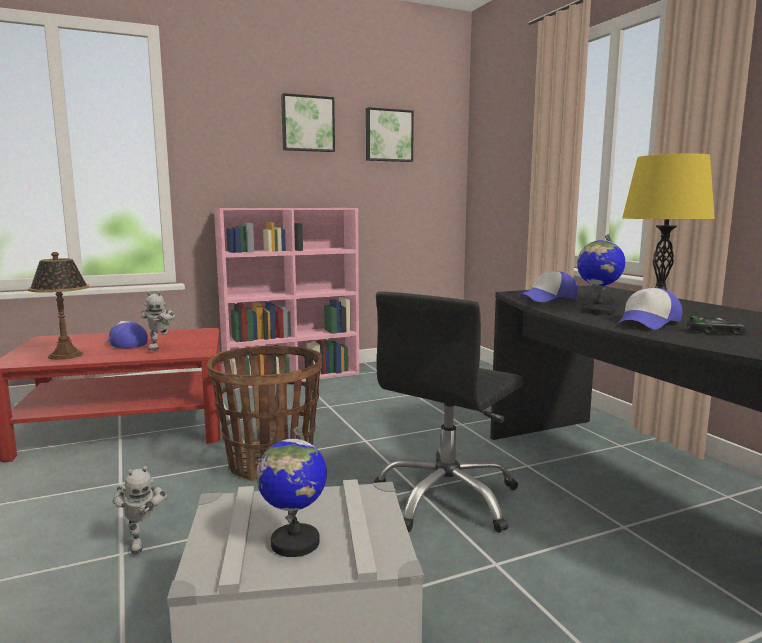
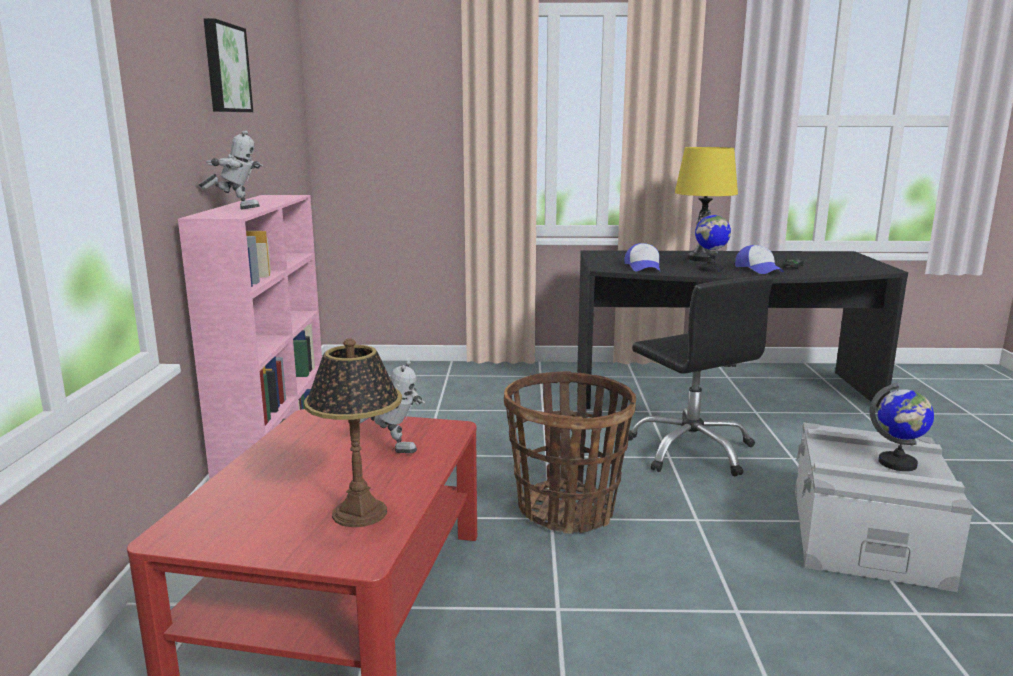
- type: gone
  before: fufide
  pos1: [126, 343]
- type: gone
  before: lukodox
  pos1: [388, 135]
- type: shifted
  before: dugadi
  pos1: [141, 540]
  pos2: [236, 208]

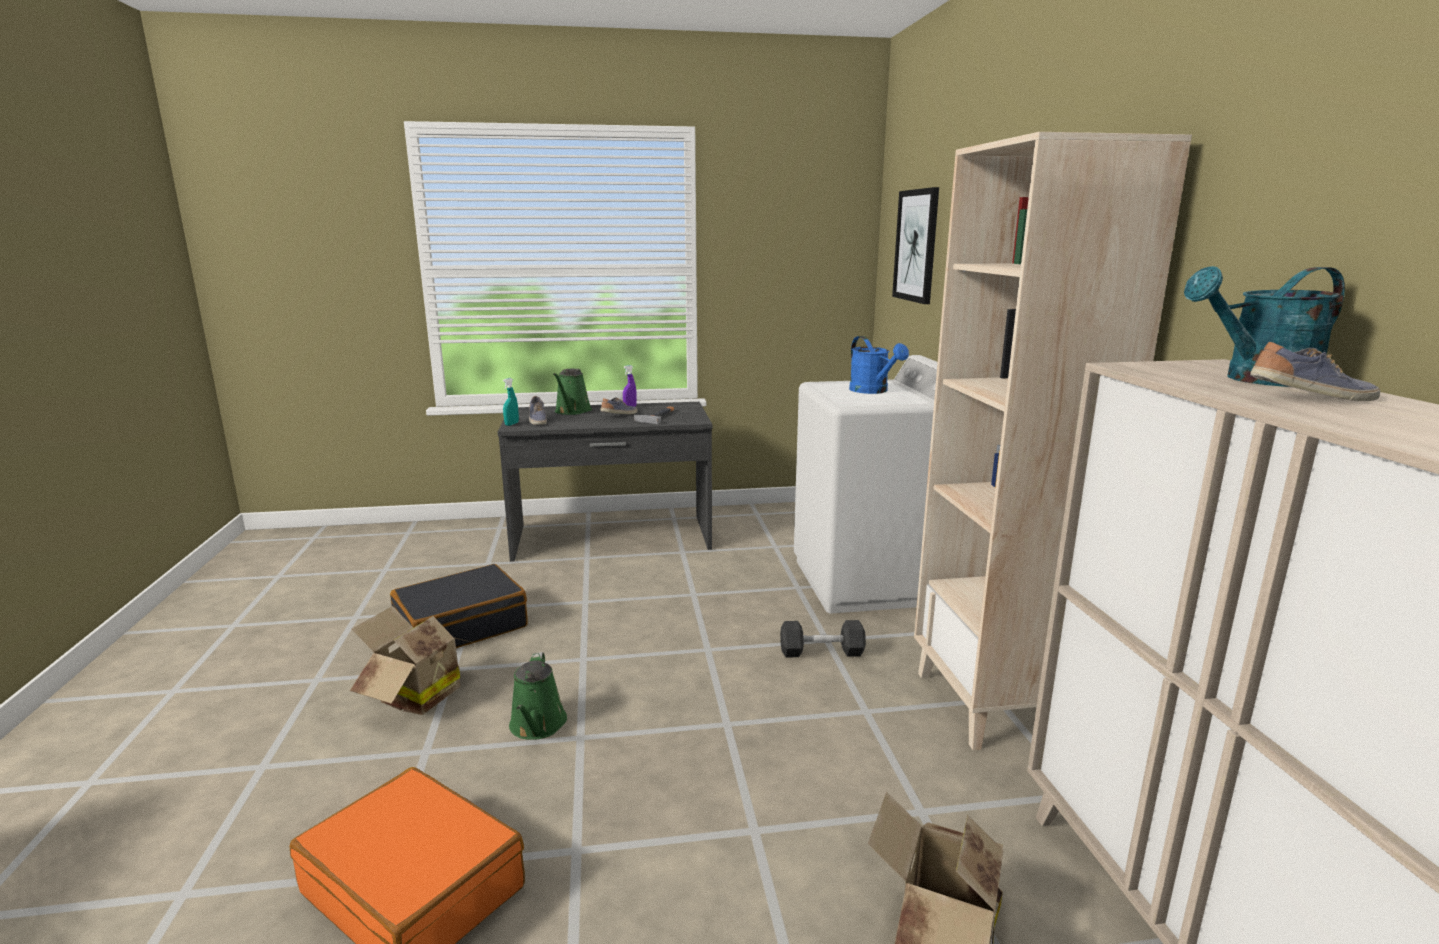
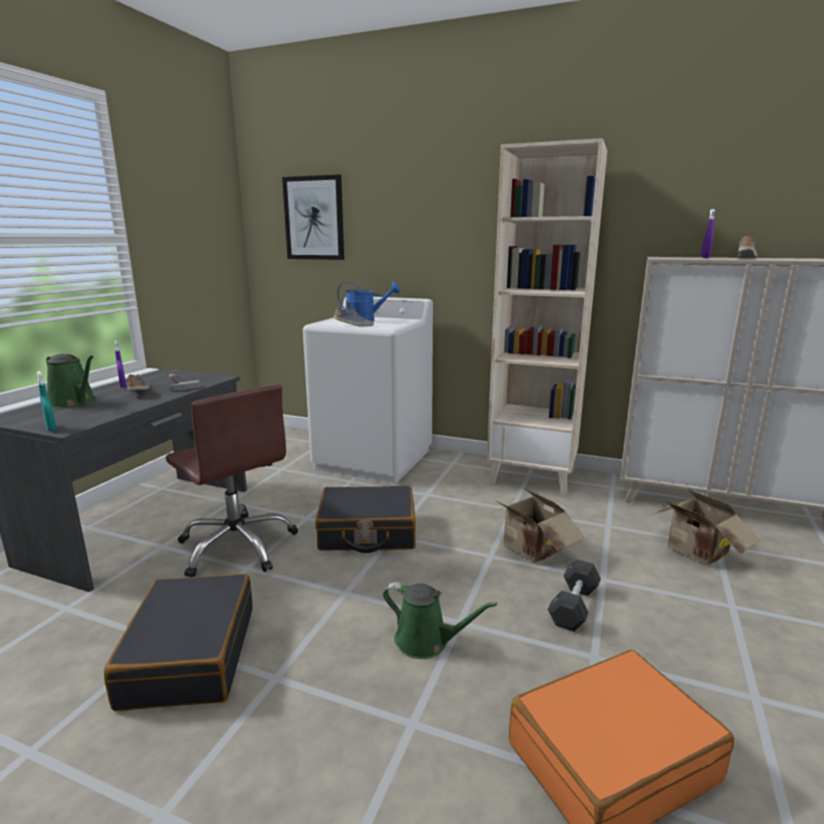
- type: new
  after: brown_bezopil
  pos2: [237, 546]
- type: new
  after: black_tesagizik
  pos2: [367, 532]
- type: shifted
  before: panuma
  pos1: [415, 696]
  pos2: [530, 551]
- type: shifted
  before: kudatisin
  pos1: [537, 420]
  pos2: [353, 325]
- type: shifted
  before: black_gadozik
  pos1: [821, 652]
  pos2: [574, 606]
- type: swapped
  before: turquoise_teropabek
  after: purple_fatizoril
  pos1: [1259, 380]
  pos2: [705, 257]

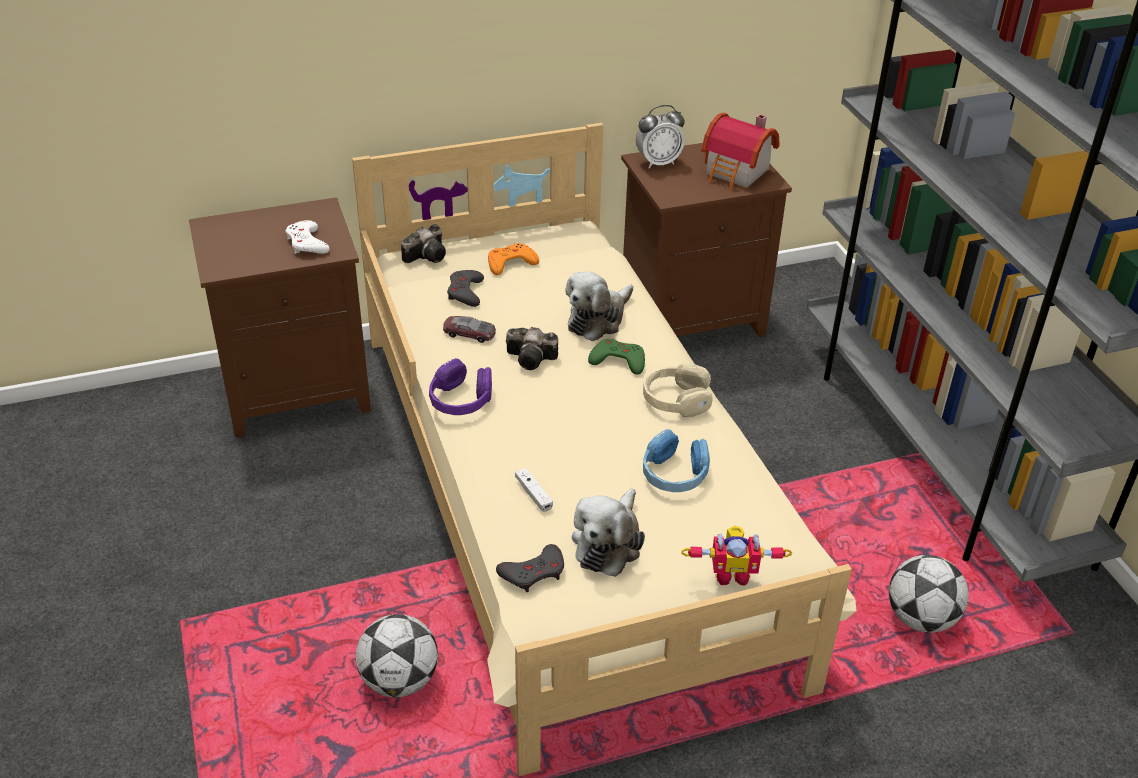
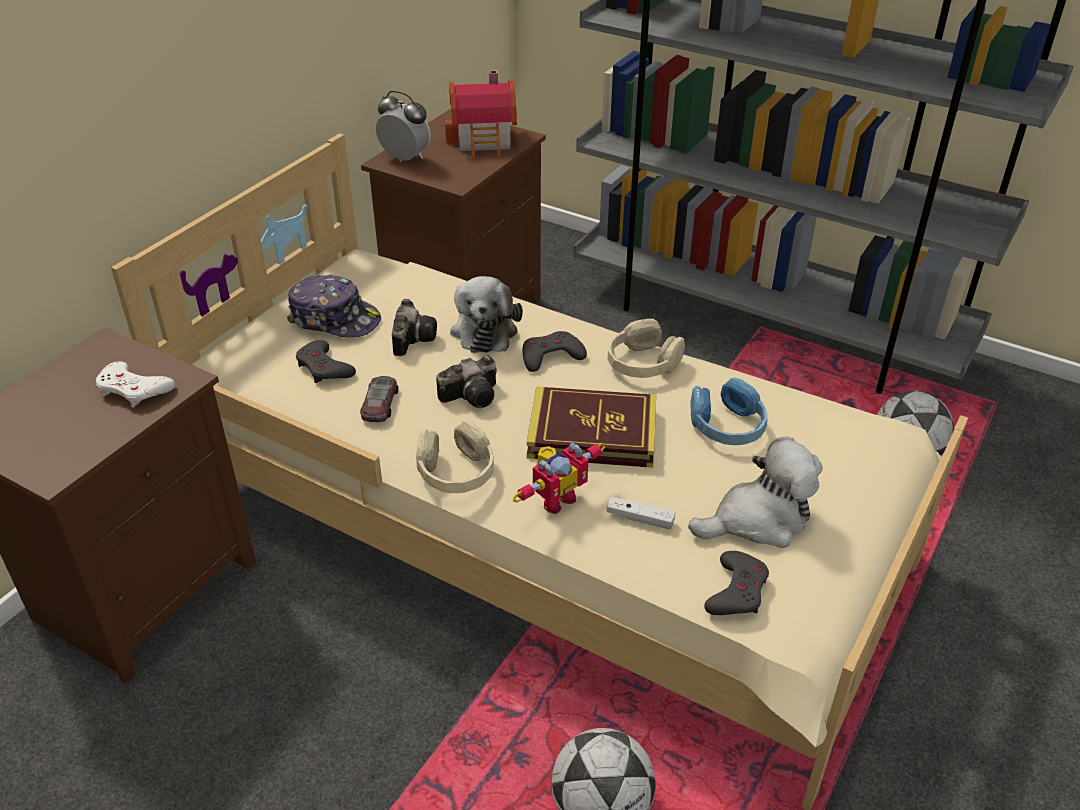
- type: new
  after: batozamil
  pos2: [592, 433]
- type: shifted
  before: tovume
  pos1: [428, 255]
  pos2: [412, 338]
- type: shifted
  before: dugadi
  pos1: [732, 573]
  pos2: [555, 498]
- type: swapped
  before: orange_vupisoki
  after: fufide
  pos1: [511, 263]
  pos2: [335, 319]
- type: repainted
  before: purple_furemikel
  after: beige_furemikel
  pos1: [461, 400]
  pos2: [456, 472]
- type: repainted
  before: green_vupisoki
  after: grey_vupisoki
  pos1: [618, 361]
  pos2: [551, 356]
- type: rotated
  before: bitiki
  pos1: [469, 333]
  pos2: [379, 404]
  turn: -60
- type: rotated
  before: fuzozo
  pos1: [608, 543]
  pos2: [758, 520]
  turn: -90
- type: rotated
  before: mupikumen
  pos1: [658, 162]
  pos2: [405, 158]
  turn: -90

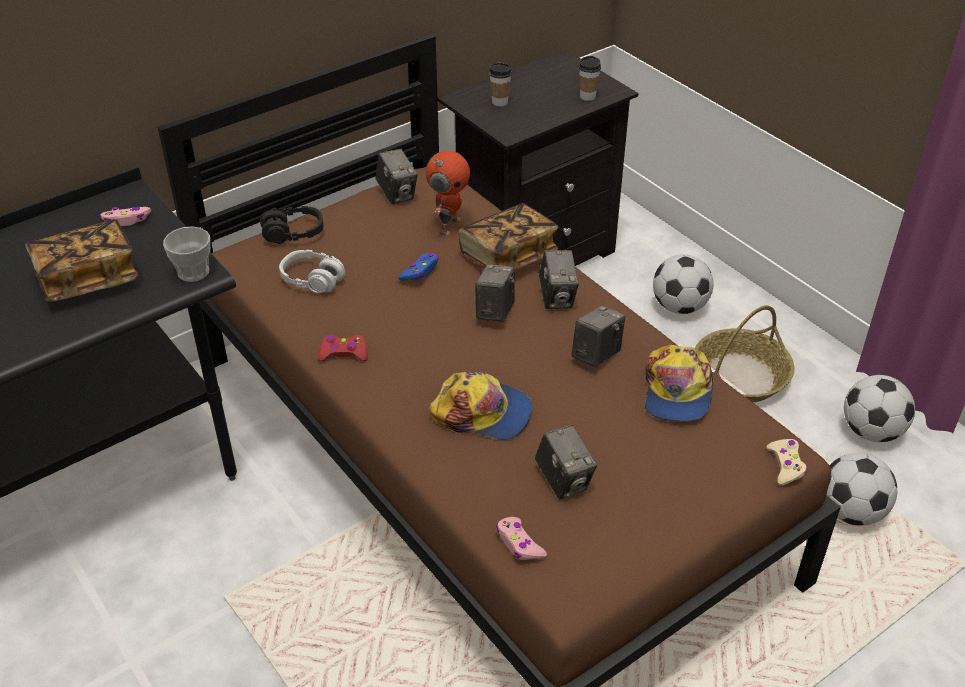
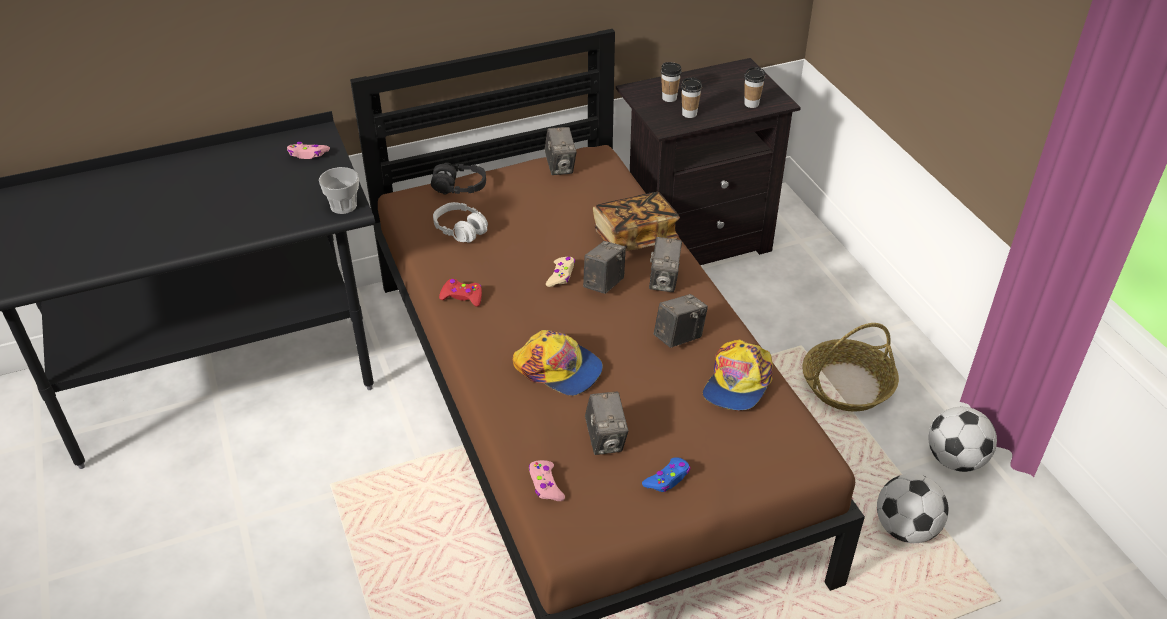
- type: gone
  before: batozamil
  pos1: [88, 279]
- type: gone
  before: dugadi
  pos1: [448, 226]
- type: gone
  before: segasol
  pos1: [679, 307]
- type: new
  after: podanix
  pos2: [689, 114]
- type: shifted
  before: blue_vupisoki
  pos1: [420, 271]
  pos2: [667, 479]
- type: shifted
  before: beige_vupisoki
  pos1: [786, 465]
  pos2: [561, 275]

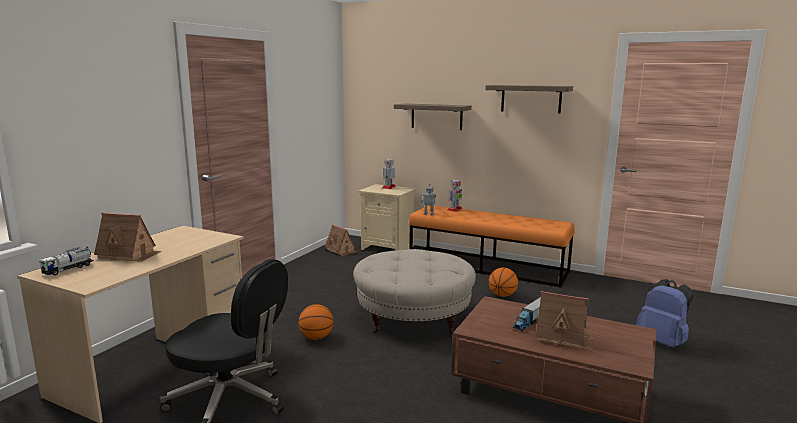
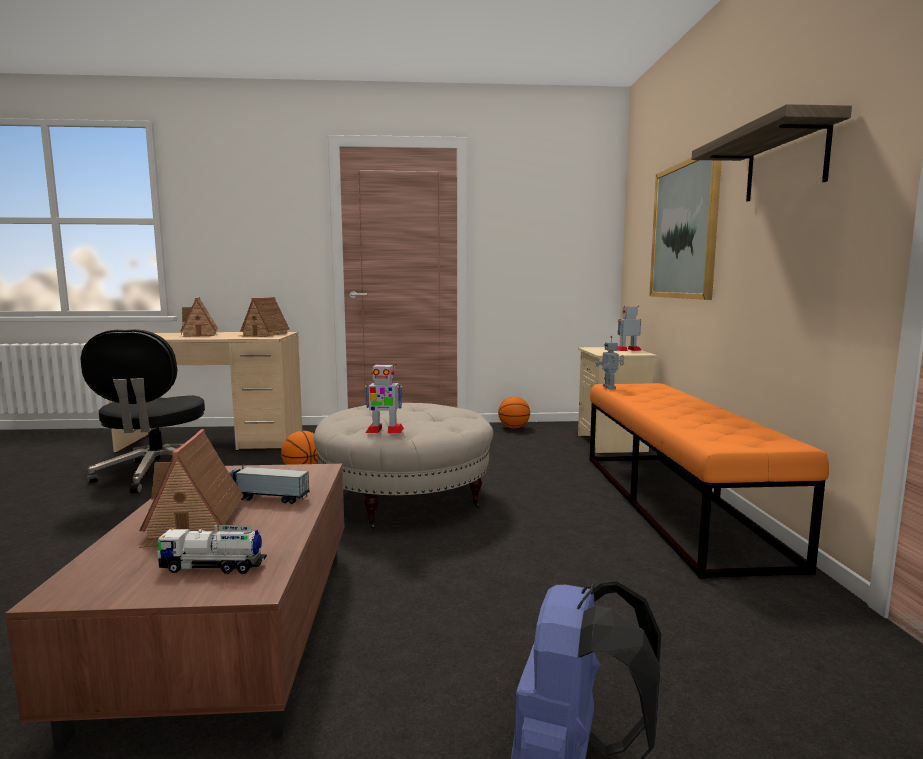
- type: shifted
  before: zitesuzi
  pos1: [68, 269]
  pos2: [213, 567]
- type: shifted
  before: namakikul
  pos1: [341, 250]
  pos2: [264, 334]
- type: shifted
  before: dugadi
  pos1: [454, 209]
  pos2: [384, 430]
- type: shifted
  before: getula
  pos1: [502, 295]
  pos2: [513, 427]
- type: swapped
  before: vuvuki
  after: lukodox
  pos1: [436, 116]
  pos2: [684, 231]

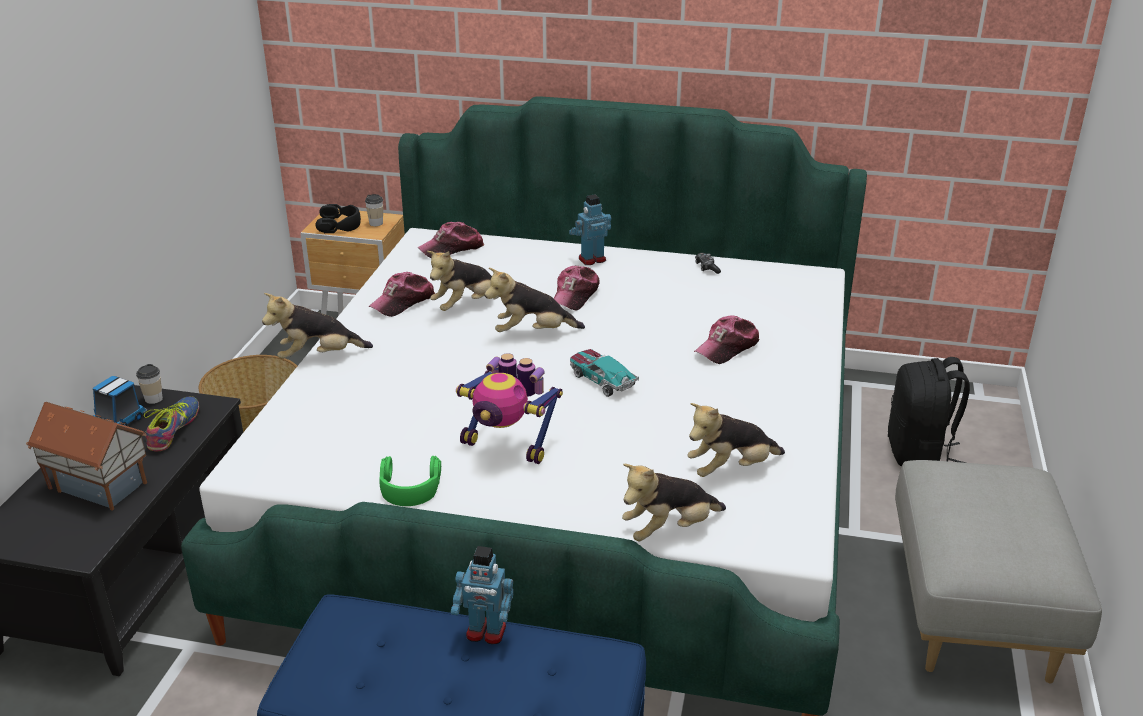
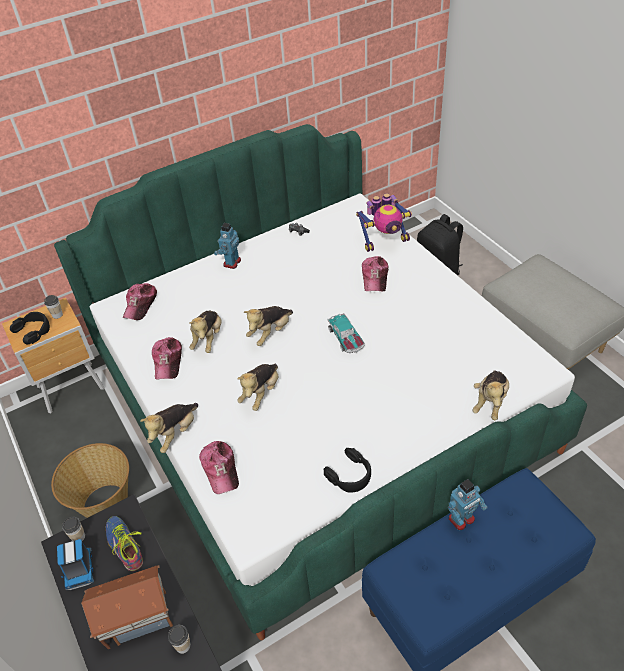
- type: new
  after: podanix
  pos2: [183, 646]
- type: shifted
  before: dugadi
  pos1: [508, 445]
  pos2: [385, 241]
- type: shifted
  before: fufide
  pos1: [575, 296]
  pos2: [220, 469]
- type: shifted
  before: fuzozo
  pos1: [731, 469]
  pos2: [261, 393]
- type: repainted
  before: green_furemikel
  after: black_furemikel
  pos1: [410, 487]
  pos2: [350, 475]
- type: rotated
  before: bitiki
  pos1: [602, 380]
  pos2: [346, 338]
  turn: -120

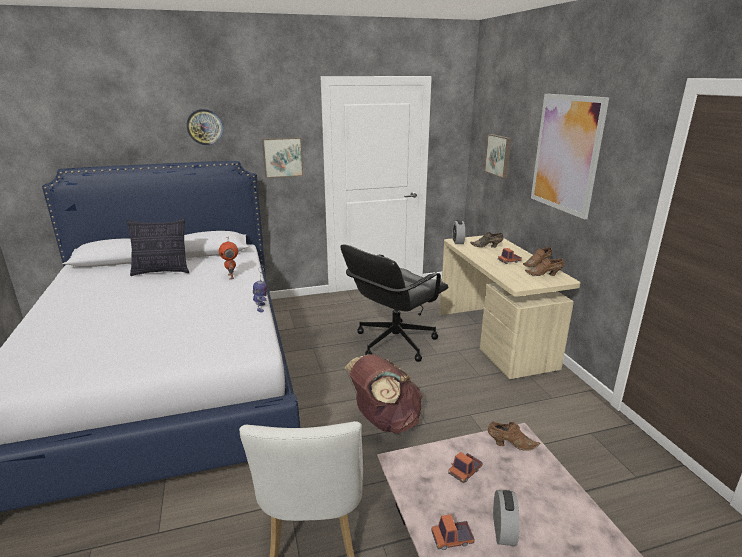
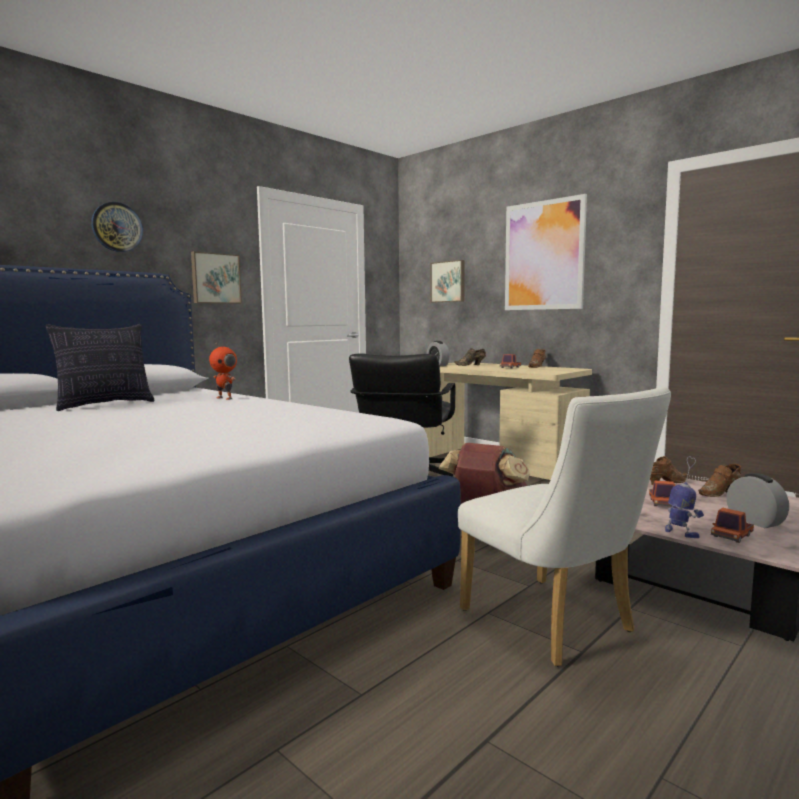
- type: shifted
  before: dugadi
  pos1: [261, 308]
  pos2: [681, 533]
- type: shifted
  before: brown_kudatisin
  pos1: [545, 275]
  pos2: [720, 493]

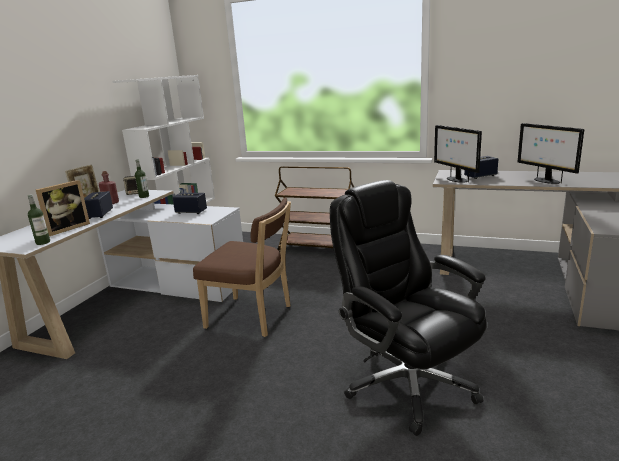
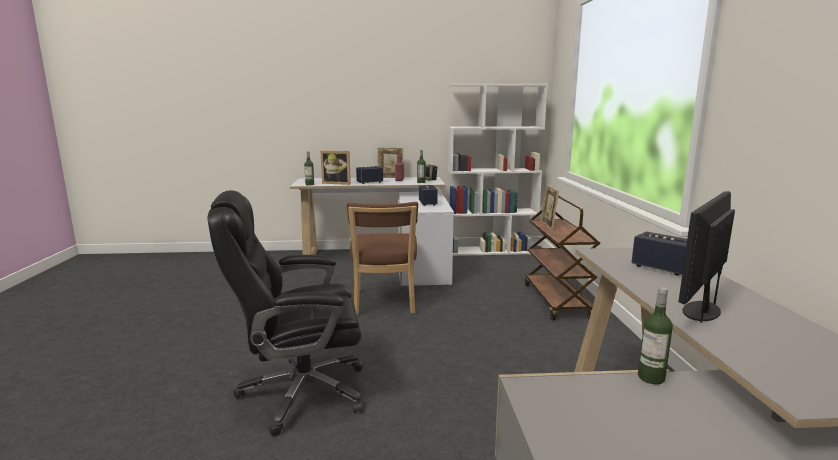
- type: gone
  before: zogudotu
  pos1: [456, 179]
- type: new
  after: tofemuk
  pos2: [548, 225]
- type: new
  after: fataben
  pos2: [651, 378]
- type: rotated
  before: black_bezopil
  pos1: [407, 383]
  pos2: [301, 393]
  turn: -135

